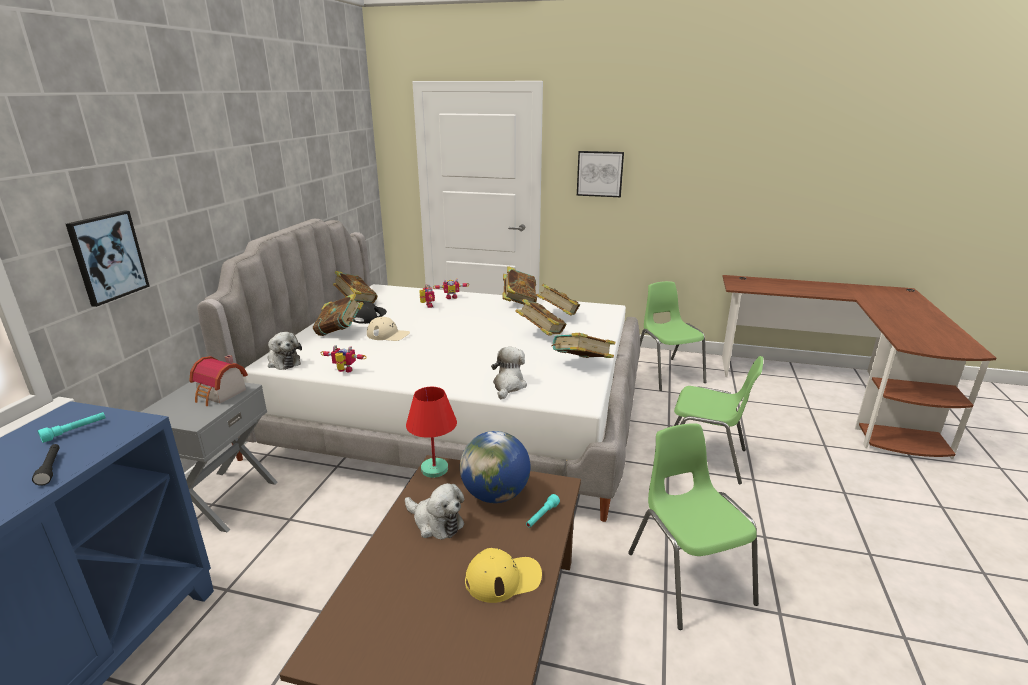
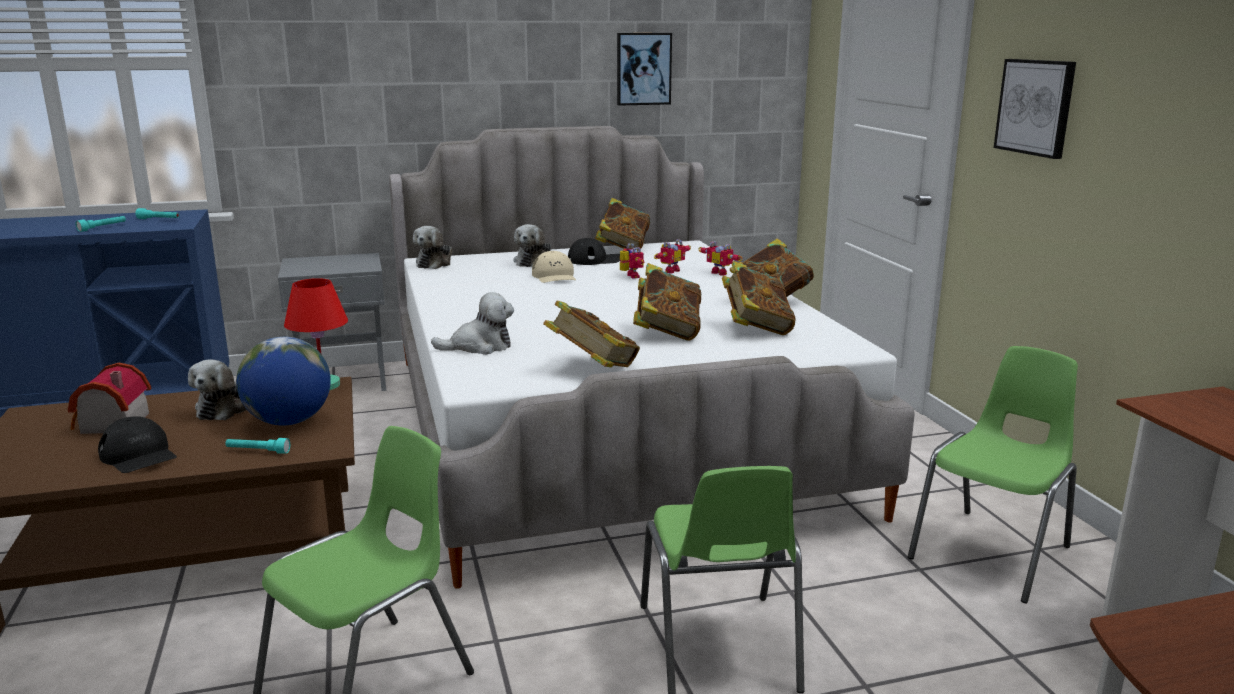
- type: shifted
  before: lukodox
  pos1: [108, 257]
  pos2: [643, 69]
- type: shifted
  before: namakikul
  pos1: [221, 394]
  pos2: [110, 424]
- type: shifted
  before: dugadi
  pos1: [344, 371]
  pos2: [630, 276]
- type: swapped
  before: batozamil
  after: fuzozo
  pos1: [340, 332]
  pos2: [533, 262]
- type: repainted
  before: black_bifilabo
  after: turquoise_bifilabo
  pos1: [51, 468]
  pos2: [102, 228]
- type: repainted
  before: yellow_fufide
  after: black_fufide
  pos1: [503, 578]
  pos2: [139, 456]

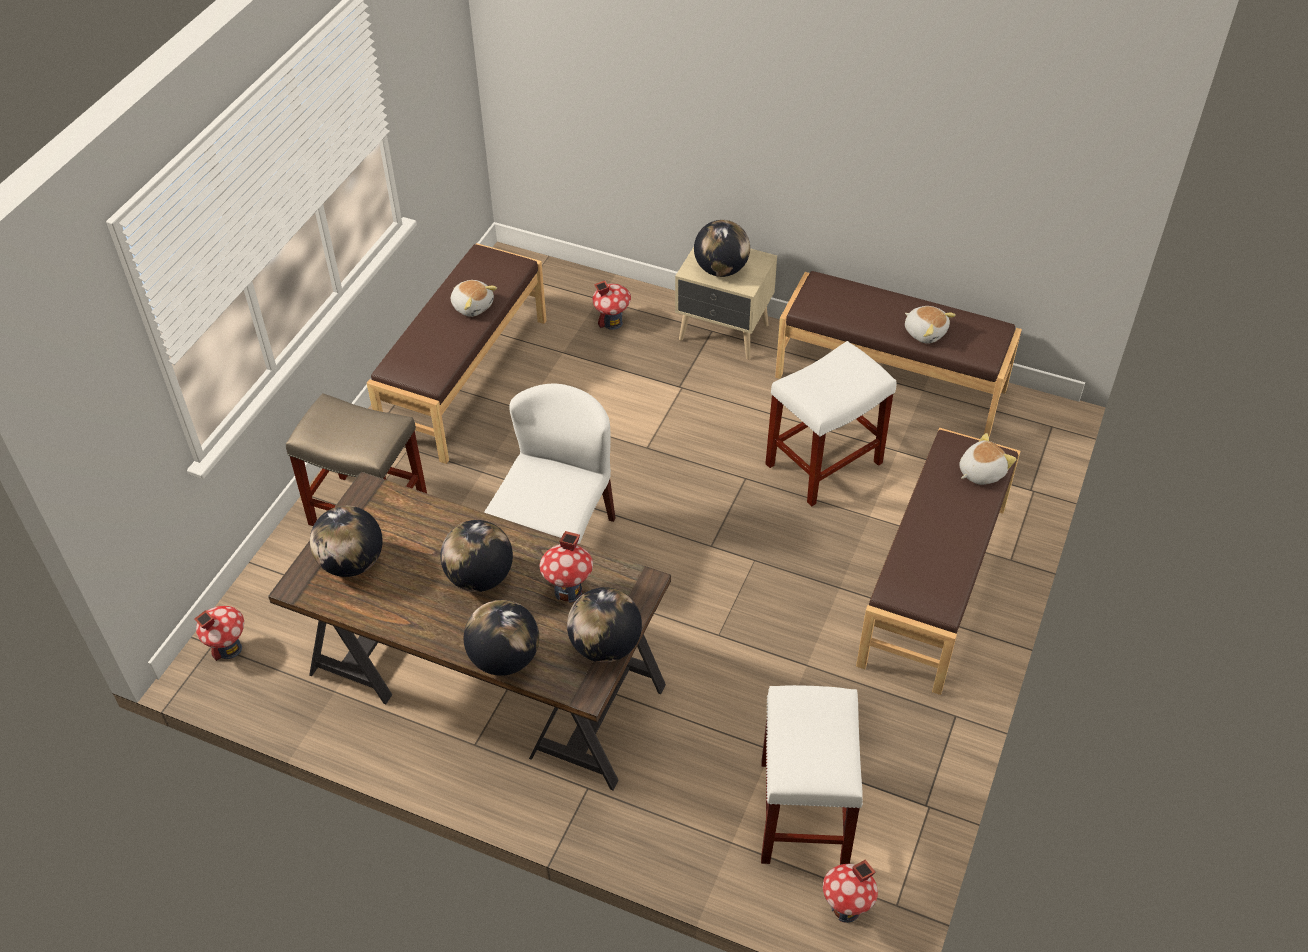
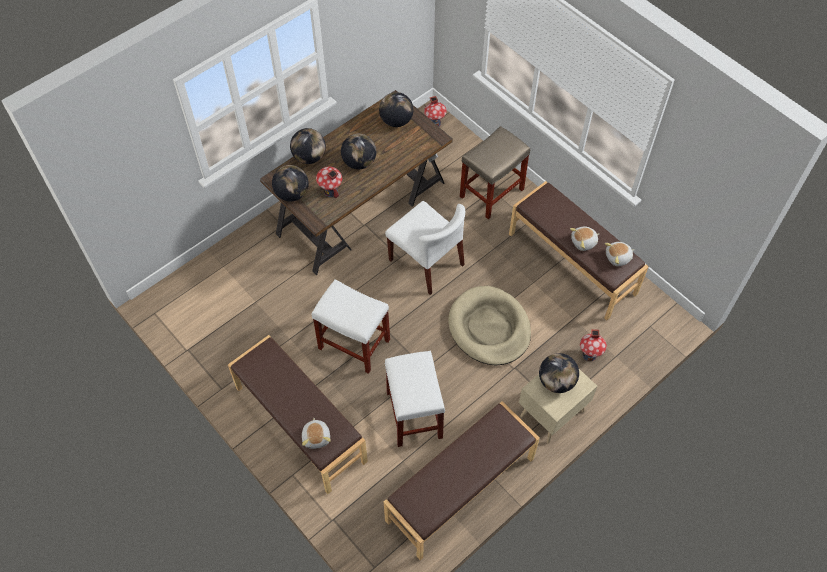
- type: gone
  before: namakikul
  pos1: [846, 909]
- type: new
  after: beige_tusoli
  pos2: [489, 328]
- type: shifted
  before: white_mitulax
  pos1: [804, 814]
  pos2: [353, 344]
- type: shifted
  before: fuzozo
  pos1: [925, 332]
  pos2: [618, 258]

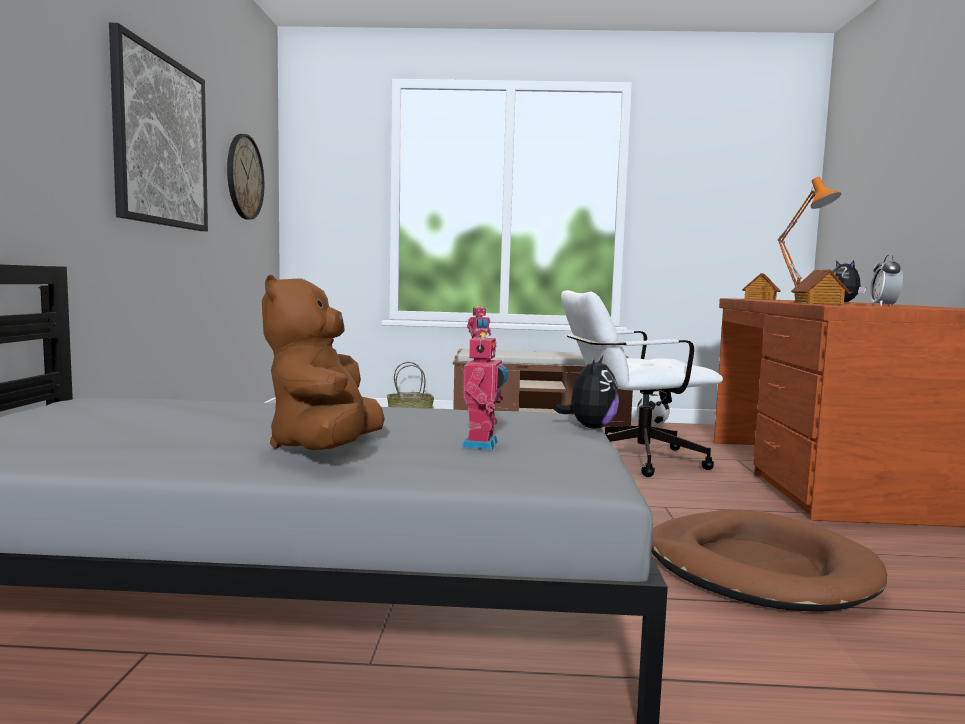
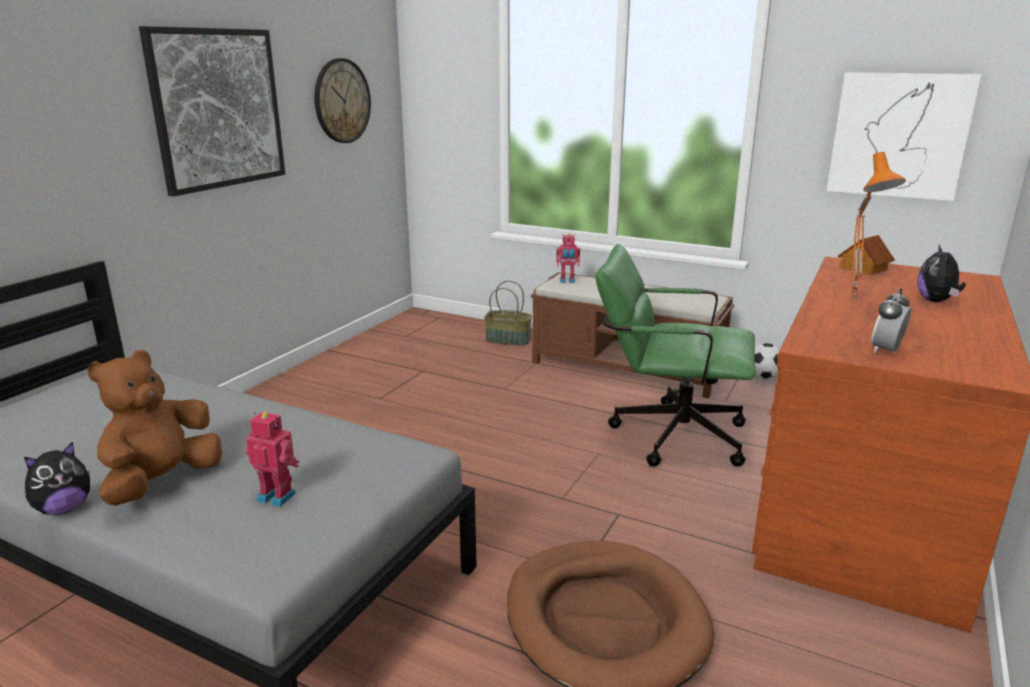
- type: gone
  before: namakikul
  pos1: [819, 303]
- type: new
  after: lukodox
  pos2: [899, 135]
- type: shifted
  before: fuzozo
  pos1: [589, 427]
  pos2: [64, 509]
- type: repainted
  before: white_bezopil
  after: green_bezopil
  pos1: [630, 459]
  pos2: [667, 434]
- type: rotated
  before: dugadi
  pos1: [483, 444]
  pos2: [278, 495]
  turn: -105

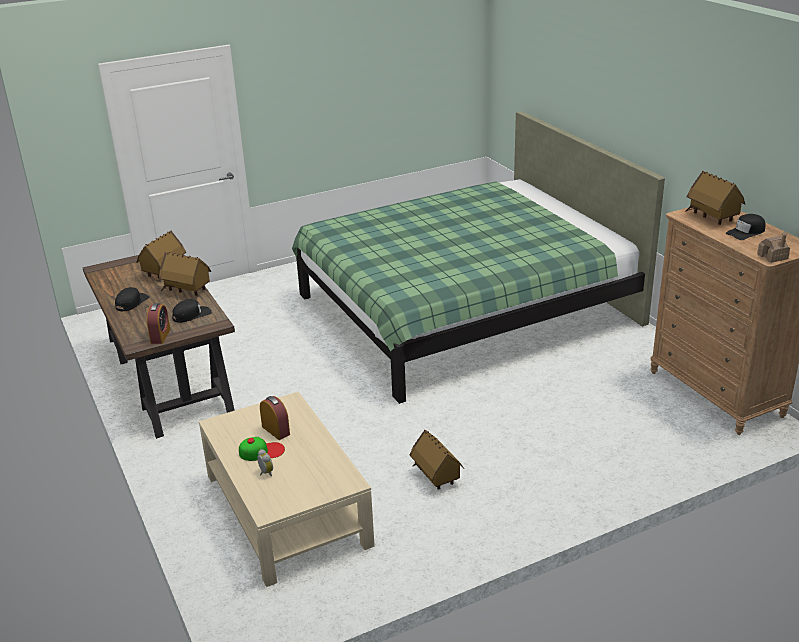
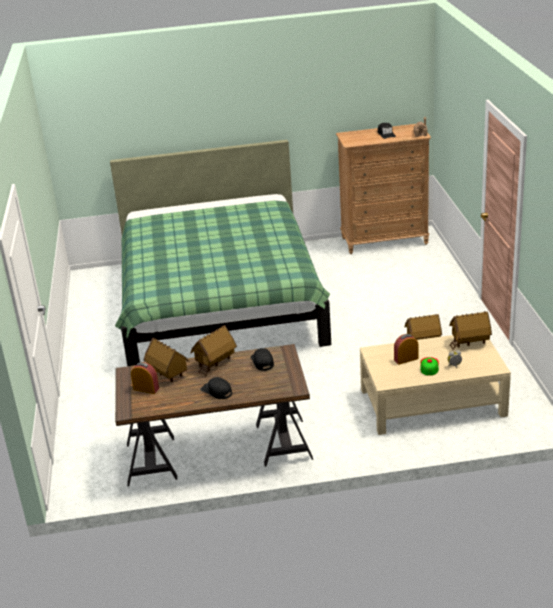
- type: shifted
  before: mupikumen
  pos1: [160, 336]
  pos2: [146, 389]
- type: shifted
  before: namakikul
  pos1: [712, 218]
  pos2: [469, 343]

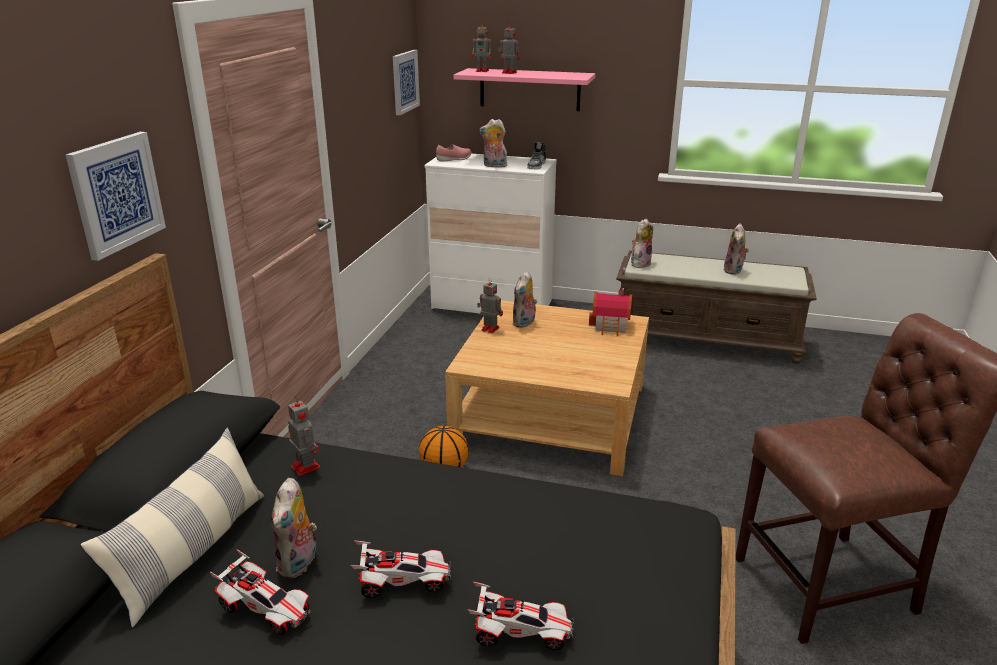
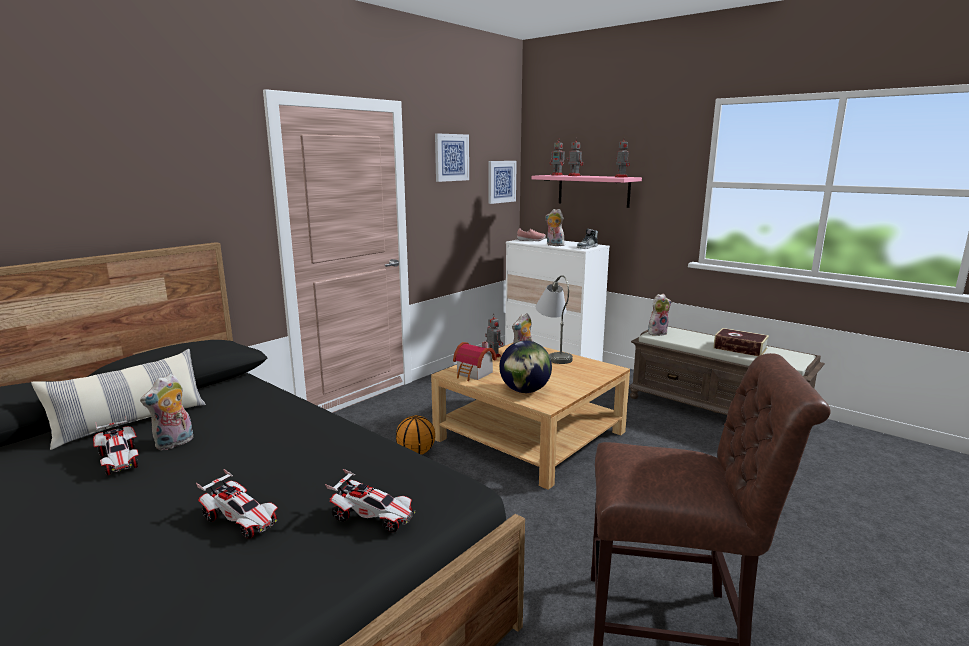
- type: new
  after: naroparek
  pos2: [525, 391]
- type: new
  after: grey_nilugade
  pos2: [554, 354]
- type: shifted
  before: lukodox
  pos1: [116, 194]
  pos2: [451, 157]
- type: shifted
  before: dugadi
  pos1: [305, 466]
  pos2: [620, 177]
- type: shifted
  before: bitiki
  pos1: [403, 581]
  pos2: [373, 517]
- type: shifted
  before: namakikul
  pos1: [612, 326]
  pos2: [474, 374]
- type: swapped
  before: fuzozo
  after: batozamil
  pos1: [734, 271]
  pos2: [740, 348]

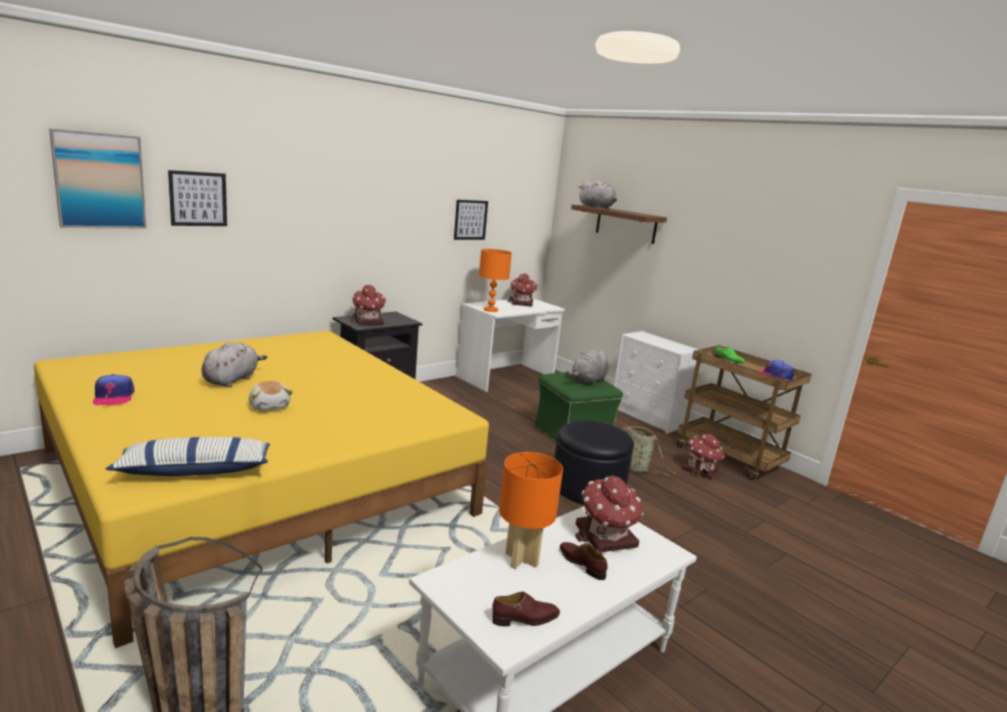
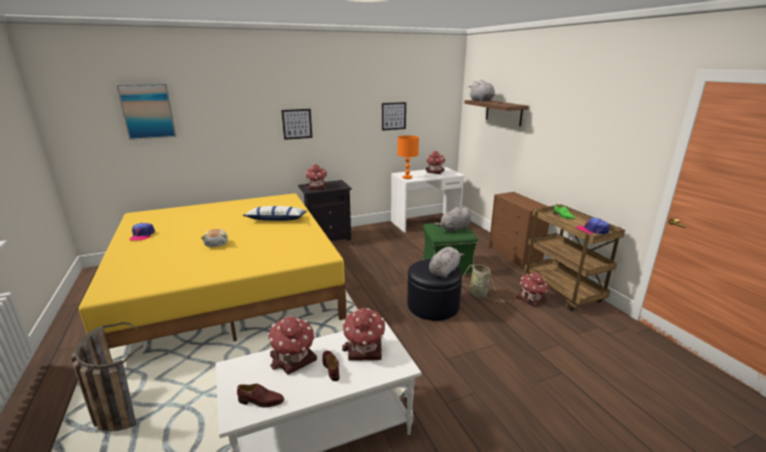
- type: shifted
  before: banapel
  pos1: [195, 470]
  pos2: [276, 219]
- type: shifted
  before: lukodox
  pos1: [198, 199]
  pos2: [297, 124]
- type: shifted
  before: grey_fuzozo
  pos1: [232, 380]
  pos2: [444, 271]
- type: swapped
  before: orange_nilugade
  after: namakikul
  pos1: [522, 559]
  pos2: [293, 359]
- type: repainted
  before: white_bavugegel
  after: brown_bavugegel
  pos1: [648, 417]
  pos2: [514, 255]

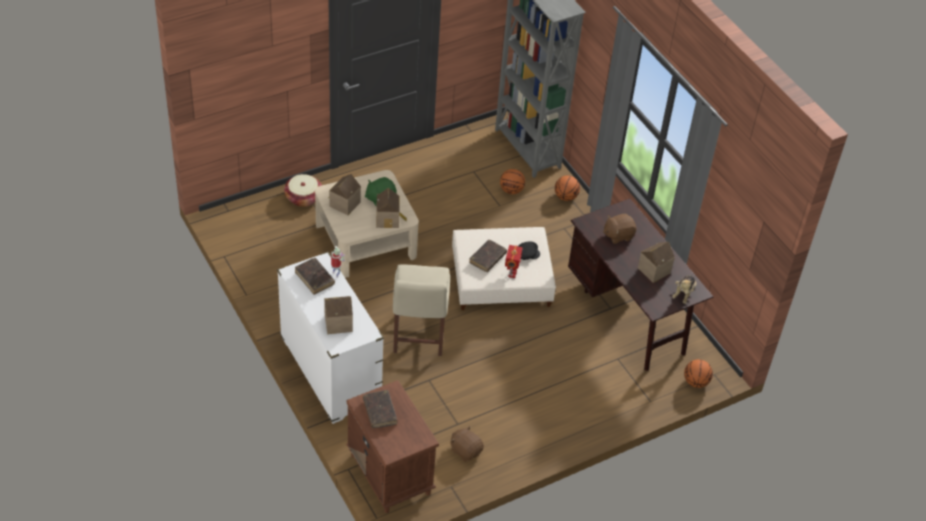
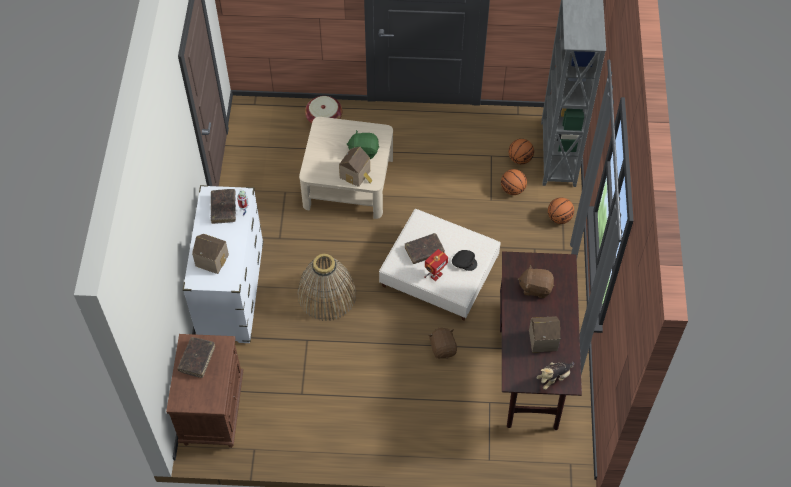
- type: gone
  before: namakikul
  pos1: [343, 204]
- type: shifted
  before: brown_fuzozo
  pos1: [466, 450]
  pos2: [443, 348]
- type: shifted
  before: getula
  pos1: [696, 382]
  pos2: [520, 159]
- type: swapped
  before: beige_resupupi
  after: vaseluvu
  pos1: [418, 337]
  pos2: [326, 295]

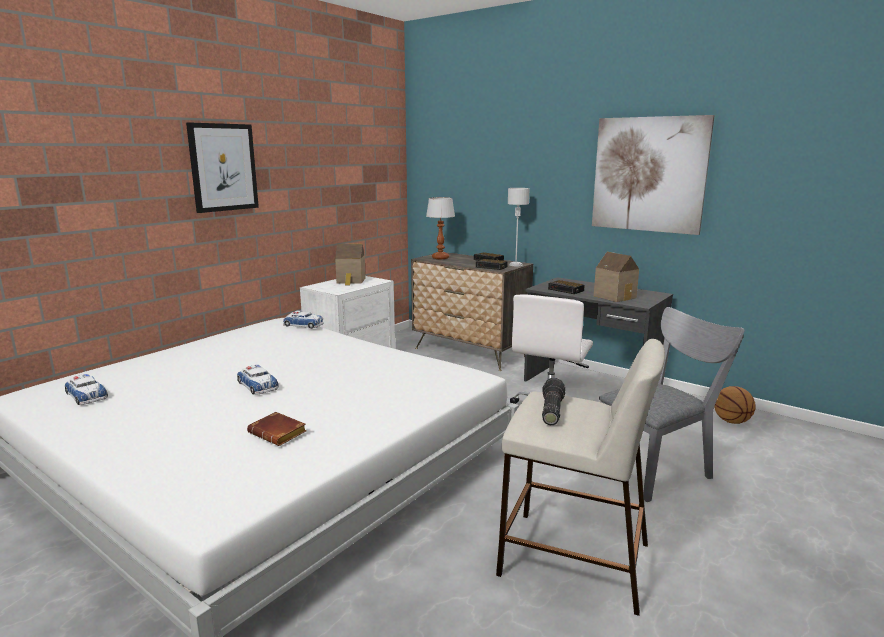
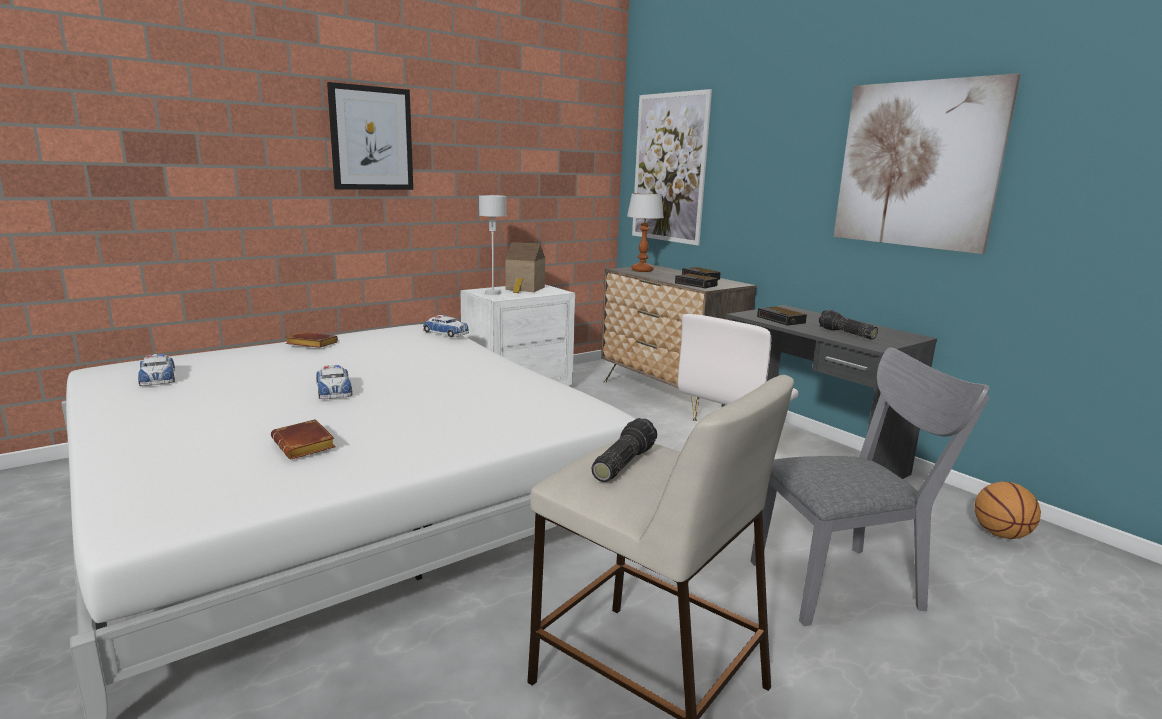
- type: new
  after: brown_batozamil
  pos2: [310, 344]
- type: new
  after: lukodox
  pos2: [669, 168]
- type: shifted
  before: grey_nilugade
  pos1: [515, 265]
  pos2: [492, 293]
- type: swapped
  before: namakikul
  after: bifilabo
  pos1: [615, 296]
  pos2: [845, 333]

